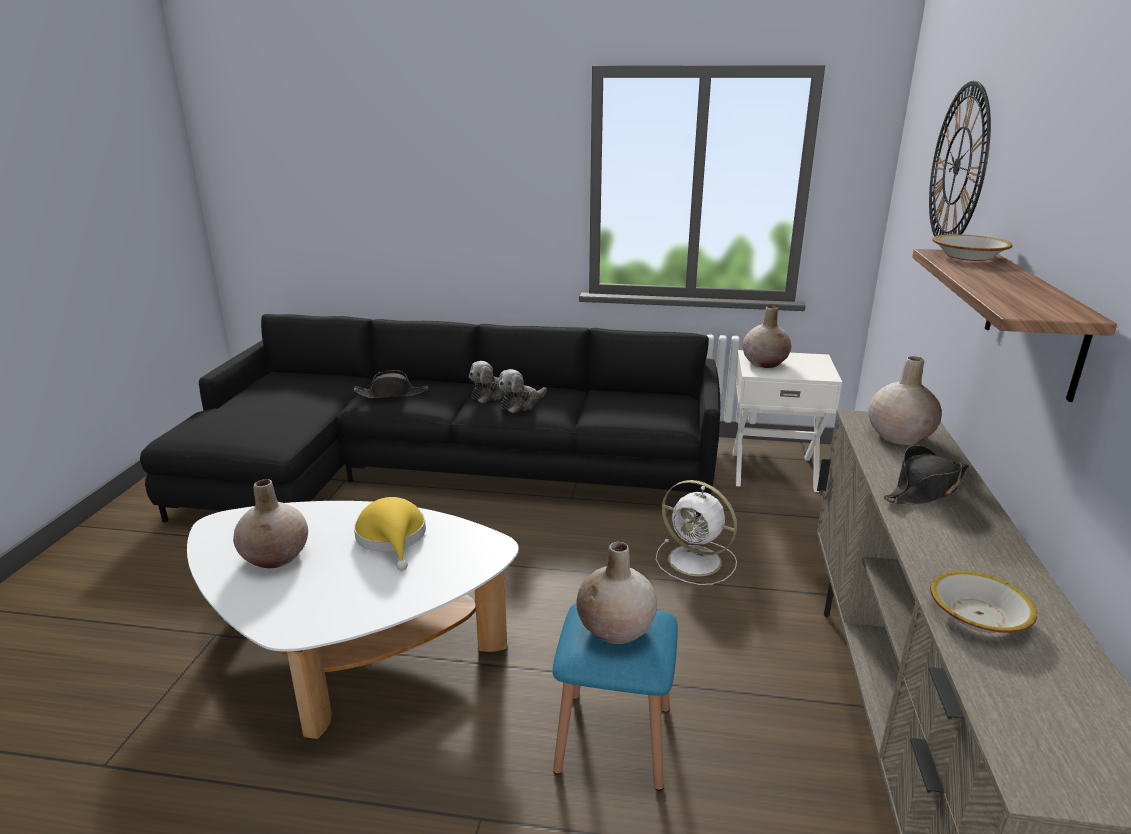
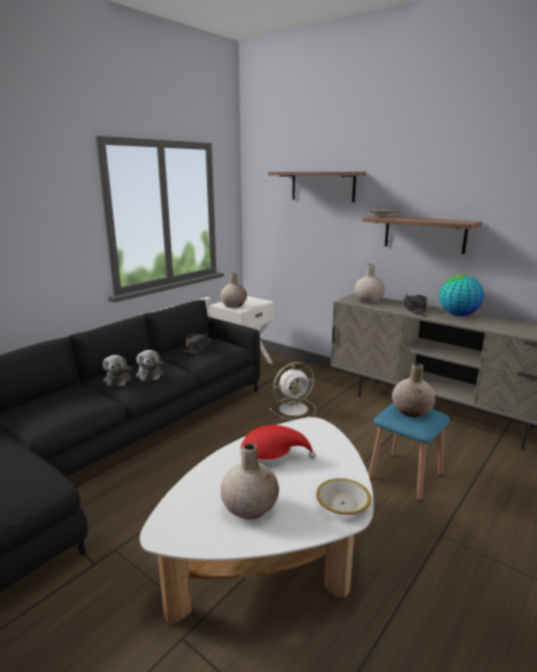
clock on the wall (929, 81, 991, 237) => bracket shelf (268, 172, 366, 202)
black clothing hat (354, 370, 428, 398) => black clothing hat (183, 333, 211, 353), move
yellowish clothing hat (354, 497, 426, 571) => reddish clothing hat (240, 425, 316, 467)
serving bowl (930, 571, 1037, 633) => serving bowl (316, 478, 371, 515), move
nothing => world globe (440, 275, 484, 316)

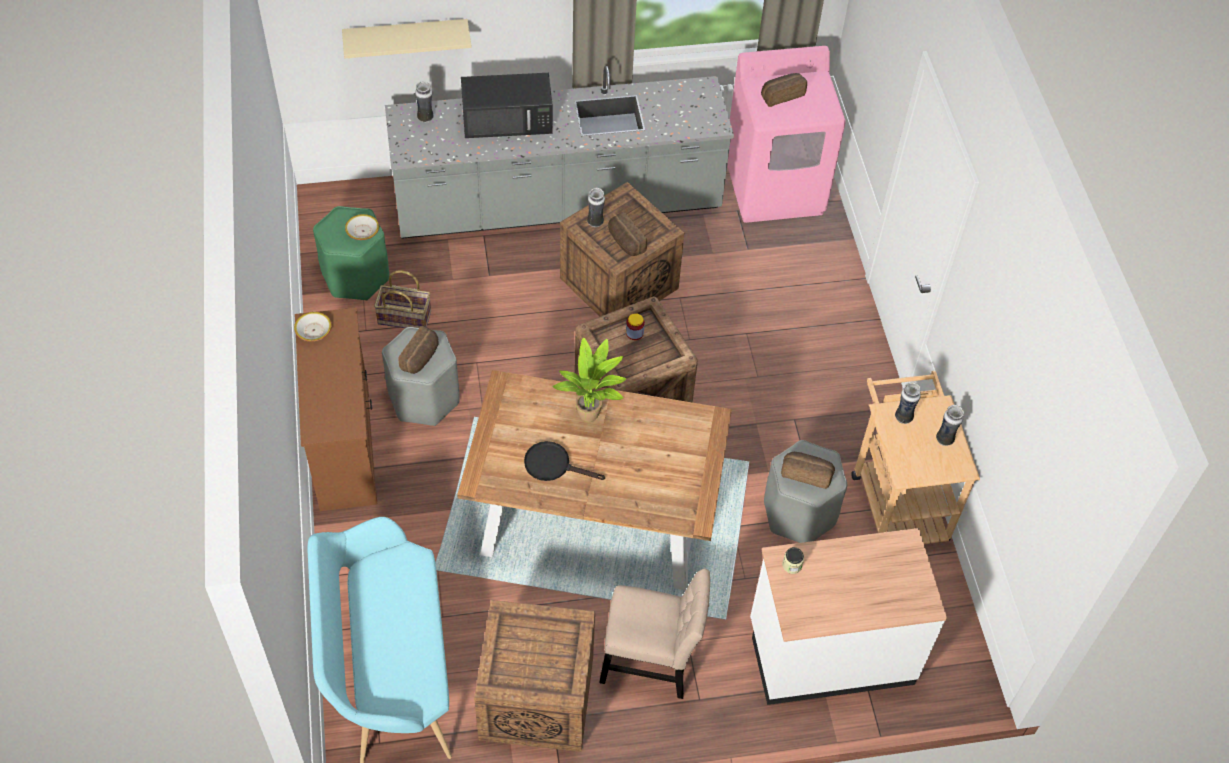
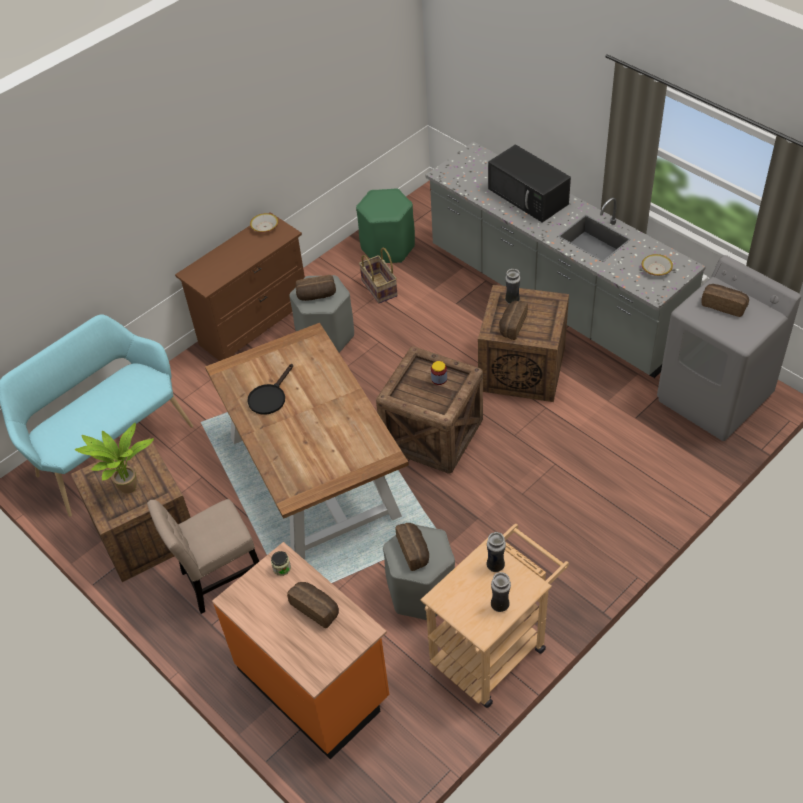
beige-coloured bracket shelf (342, 19, 472, 58) => nothing
pink-coloured laundry machine (727, 46, 846, 223) => gray laundry machine (657, 255, 801, 441)
decorative vase (415, 81, 434, 123) => nothing
serving bowl (345, 214, 379, 240) => serving bowl (642, 254, 673, 276), move
plant in a pot (552, 338, 627, 422) => plant in a pot (75, 423, 154, 494), move
black skillet (524, 441, 605, 481) => black skillet (247, 364, 293, 415), 135 degrees counterclockwise
white-coloured kitchen counter (750, 528, 947, 705) => orange-coloured kitchen counter (212, 542, 389, 759)
beige-coloured chair (599, 568, 710, 699) => beige-coloured chair (147, 499, 259, 614), 90 degrees clockwise
nothing => bread (287, 582, 339, 628)

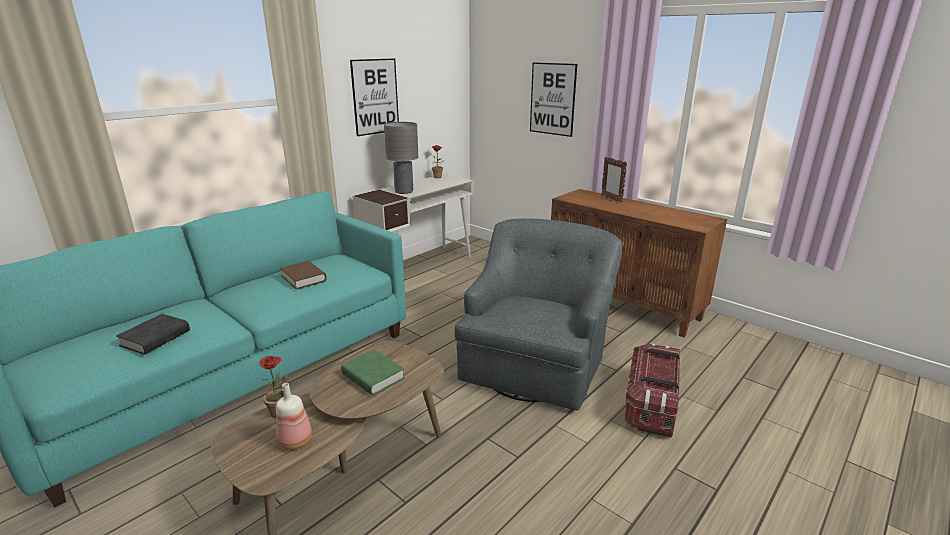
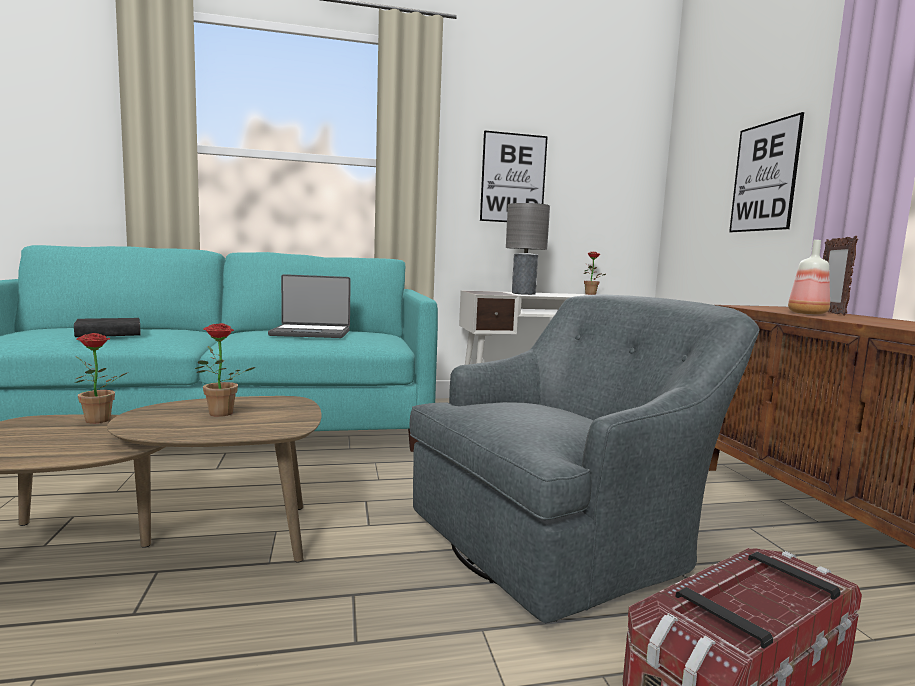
brown volume (280, 261, 327, 290) => laptop (268, 274, 351, 338)
green-coloured volume (341, 349, 405, 395) => plant in a pot (195, 323, 255, 417)
bottle (276, 383, 312, 450) => bottle (788, 240, 830, 315), move

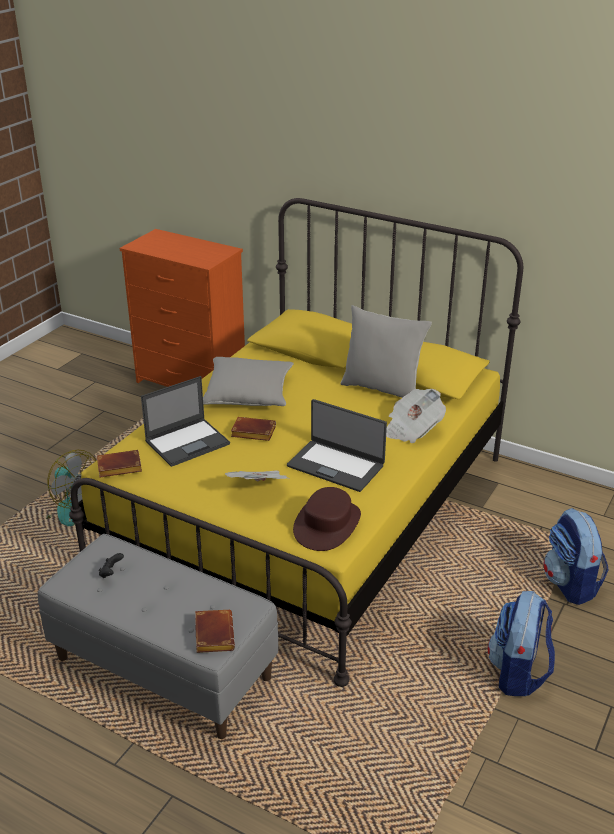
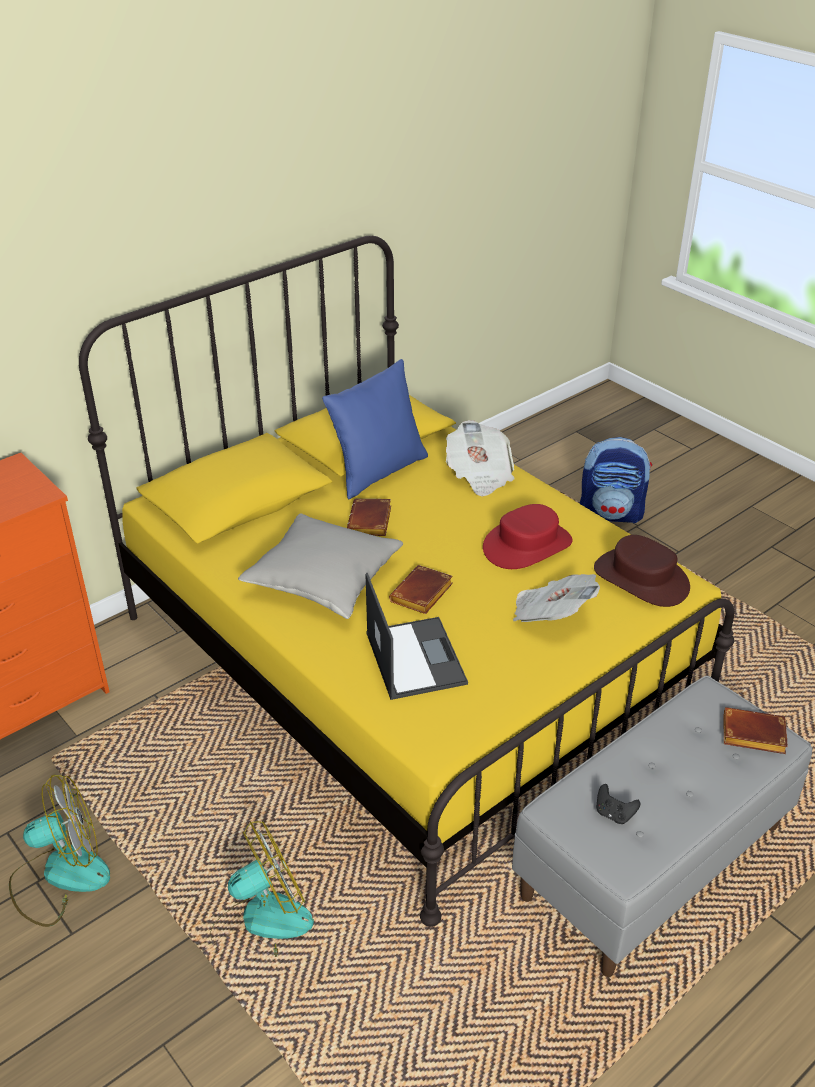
gray cushion (340, 305, 432, 398) => blue-coloured cushion (322, 359, 428, 499)
laptop (287, 399, 387, 492) => reddish clothing hat (483, 504, 573, 569)
brown volume (97, 450, 142, 478) => brown volume (347, 499, 391, 536), move
rucksack (488, 591, 555, 696) => nothing
nothing => fan (9, 775, 110, 927)

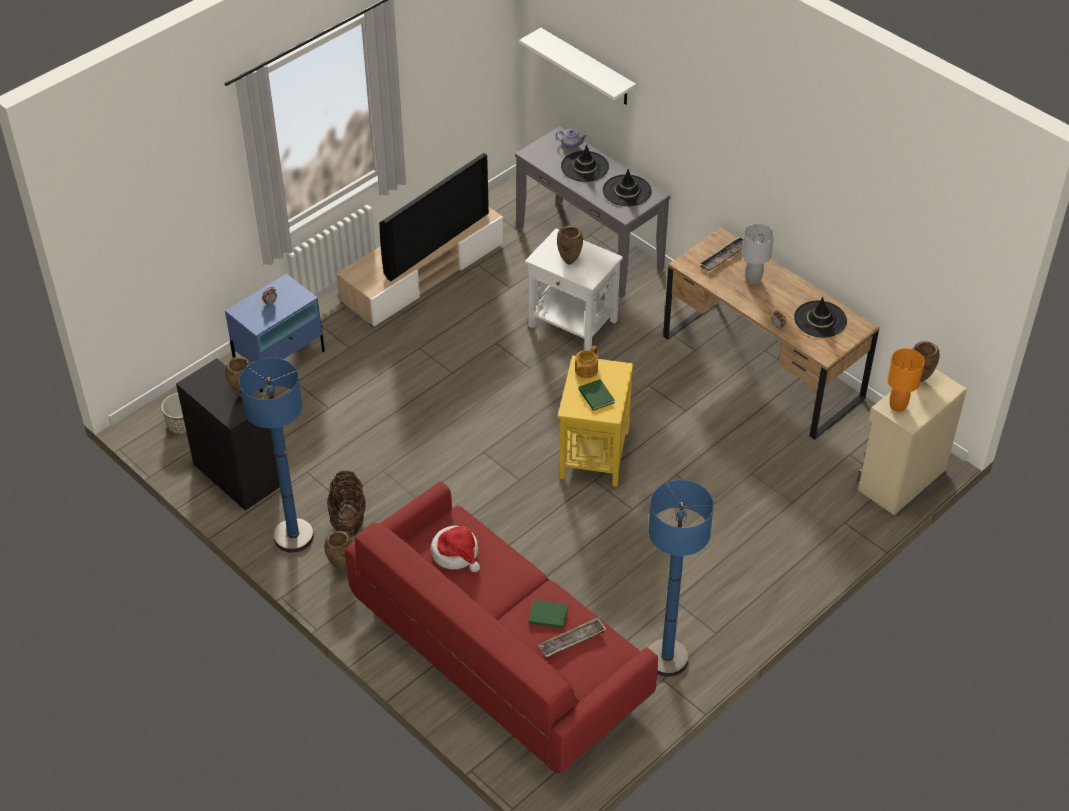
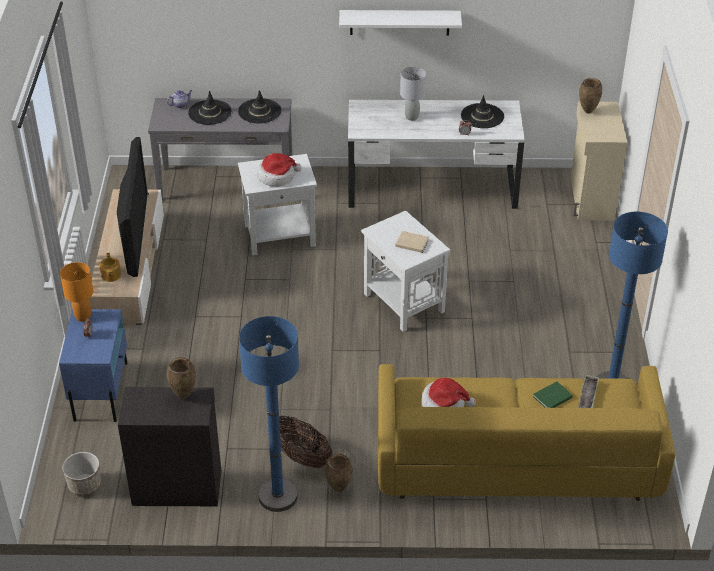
white-coloured bracket shelf (519, 28, 636, 104) => white-coloured bracket shelf (339, 10, 462, 35), move
brown decorative vase (557, 226, 583, 264) => clothing hat (257, 153, 301, 187)
brown desk (663, 227, 880, 440) => white-coloured desk (348, 100, 525, 209)
carrying tray (699, 236, 743, 271) => nothing
teapot (575, 346, 598, 378) => teapot (99, 253, 121, 282), move
orange-coloured table lamp (887, 348, 925, 412) => orange-coloured table lamp (60, 262, 94, 322), move
yellowish side table (558, 355, 633, 487) => white-coloured side table (361, 211, 450, 332)
green-coloured volume (578, 379, 615, 411) => beige-coloured volume (395, 231, 429, 253)
reddish couch (345, 481, 658, 773) => yellowish couch (378, 364, 675, 501)

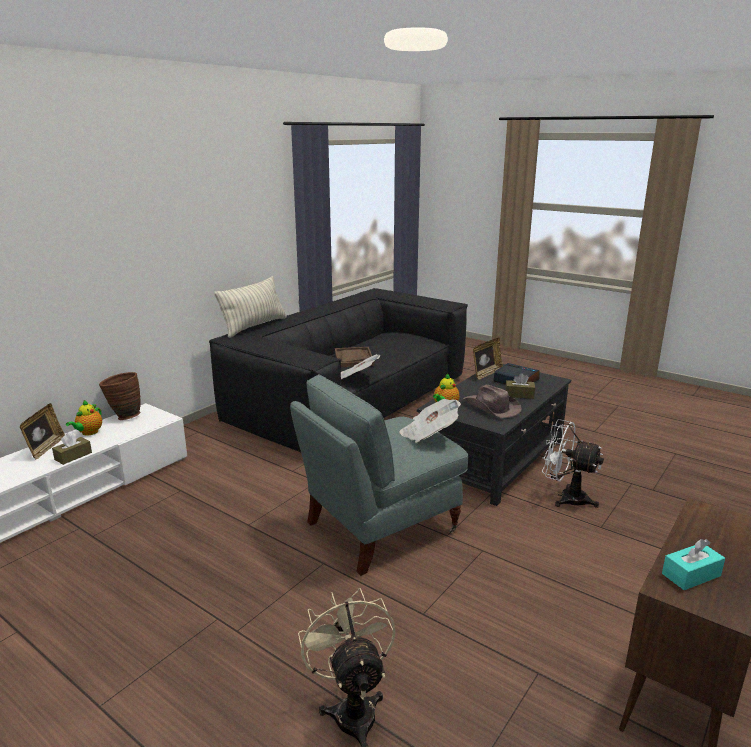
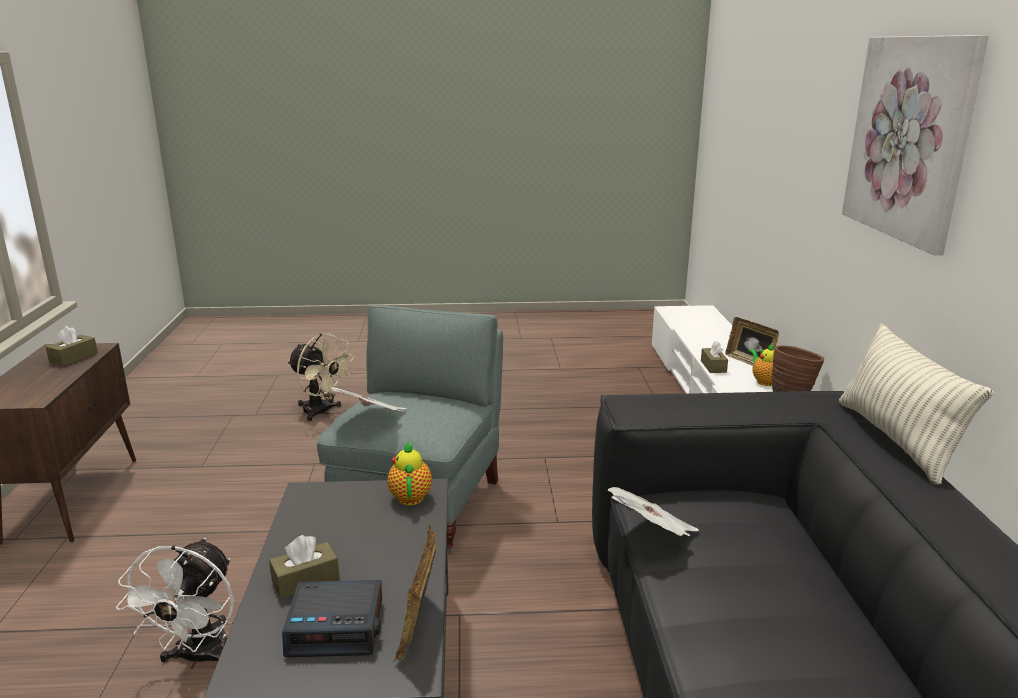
brown carrying tray (335, 347, 375, 367) => nothing
brown clothing hat (463, 385, 522, 418) => nothing
white-coloured fan (542, 419, 604, 508) => white-coloured fan (116, 538, 234, 669), 105 degrees clockwise
turquoise-coloured box of tissues (662, 539, 725, 590) => brown box of tissues (46, 326, 98, 366)
nothing => picture (842, 35, 989, 255)

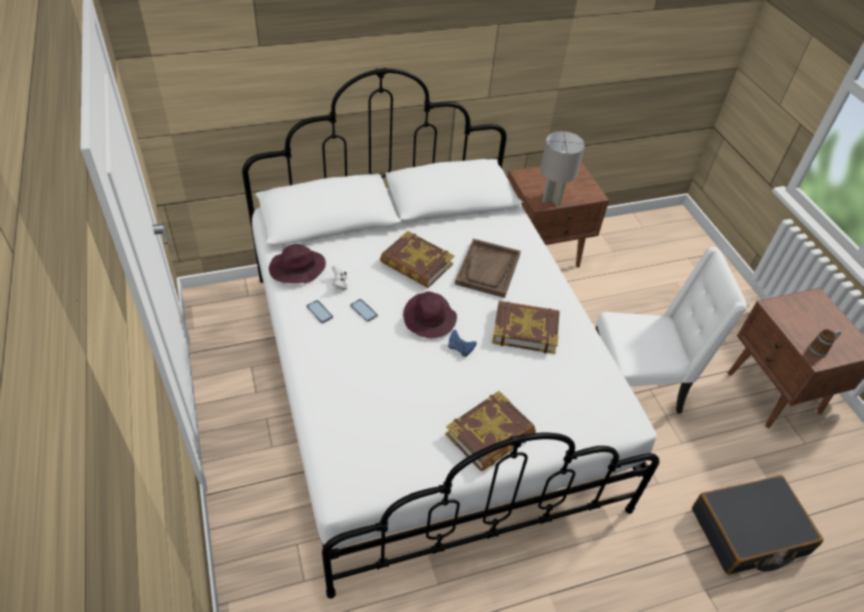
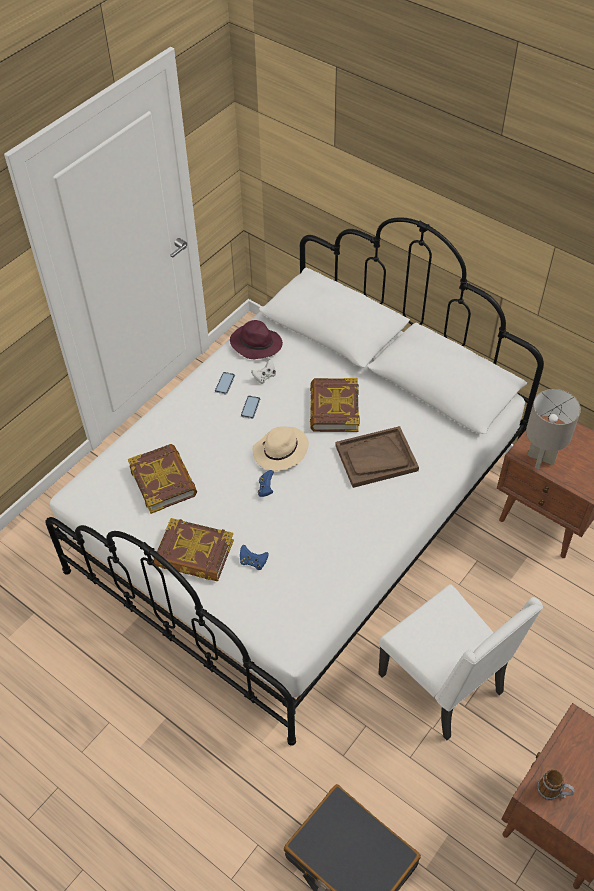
purple-coloured clothing hat (403, 291, 457, 338) => beige-coloured clothing hat (253, 426, 309, 471)
volume (492, 301, 560, 354) => volume (128, 444, 197, 514), move
nothing => blue-coloured gamepad (240, 545, 269, 570)

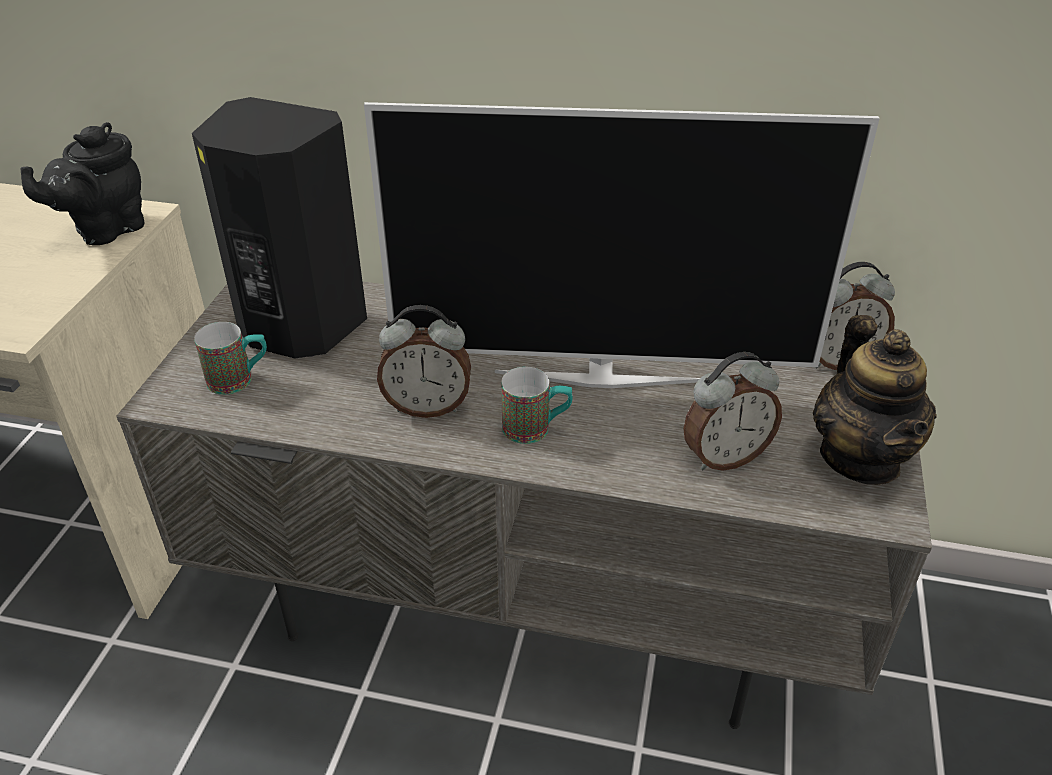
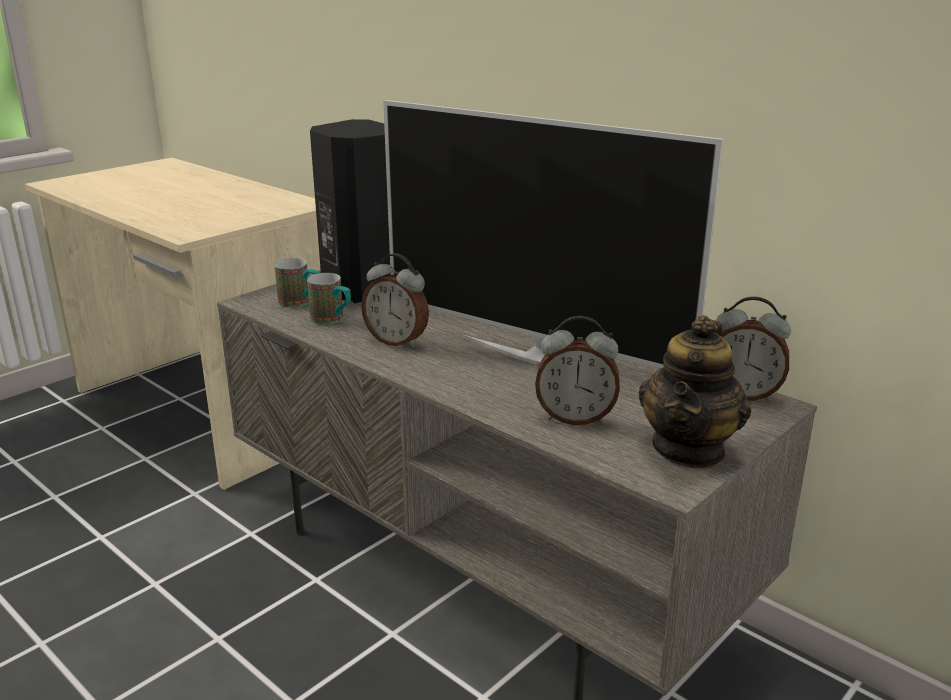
black teapot (20, 122, 145, 245) => nothing
coffee mug (501, 367, 573, 444) => coffee mug (307, 273, 351, 325), move

